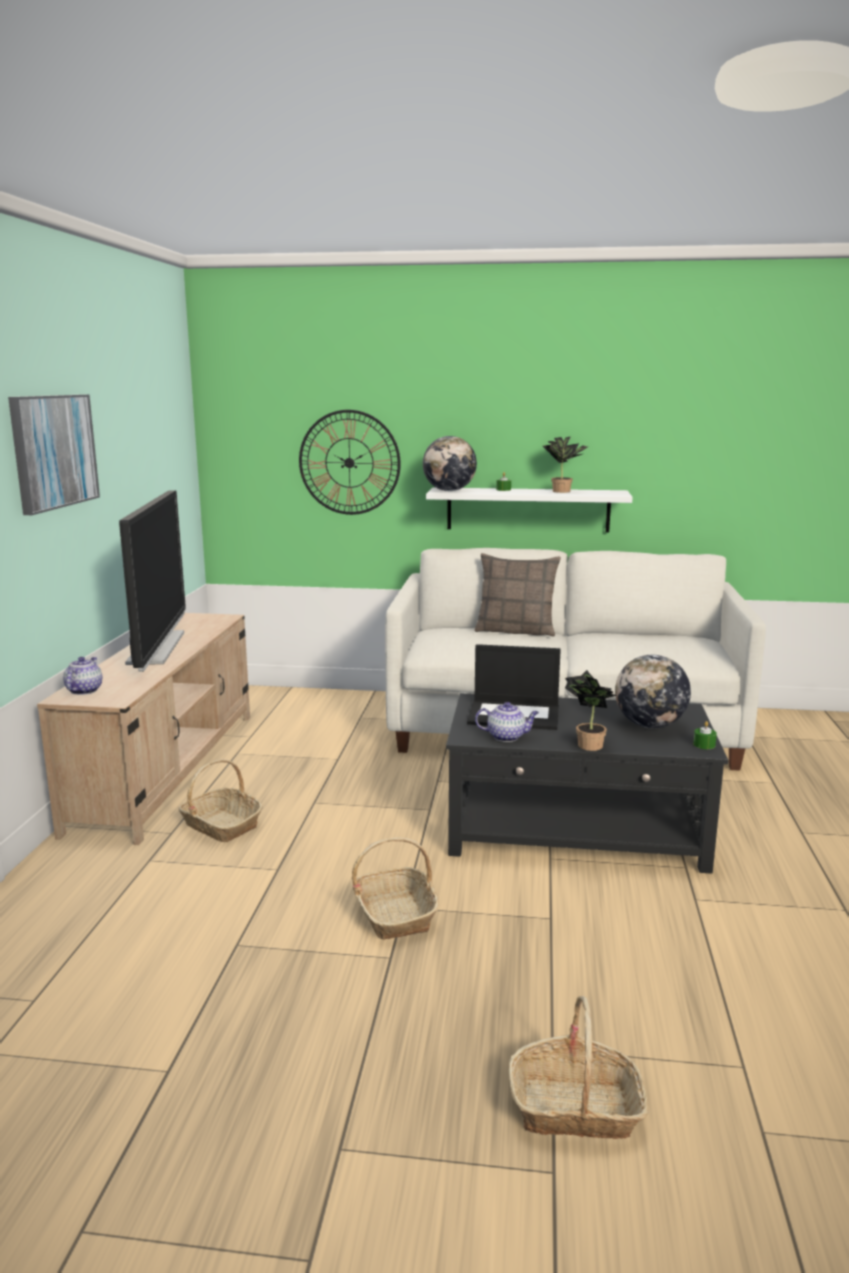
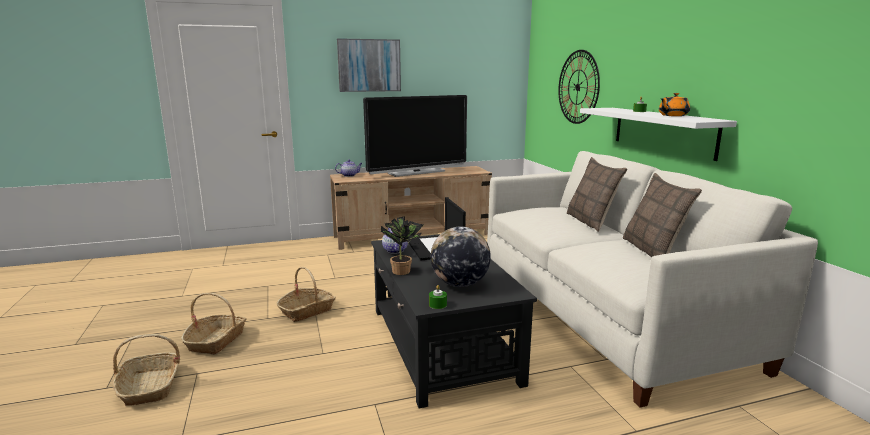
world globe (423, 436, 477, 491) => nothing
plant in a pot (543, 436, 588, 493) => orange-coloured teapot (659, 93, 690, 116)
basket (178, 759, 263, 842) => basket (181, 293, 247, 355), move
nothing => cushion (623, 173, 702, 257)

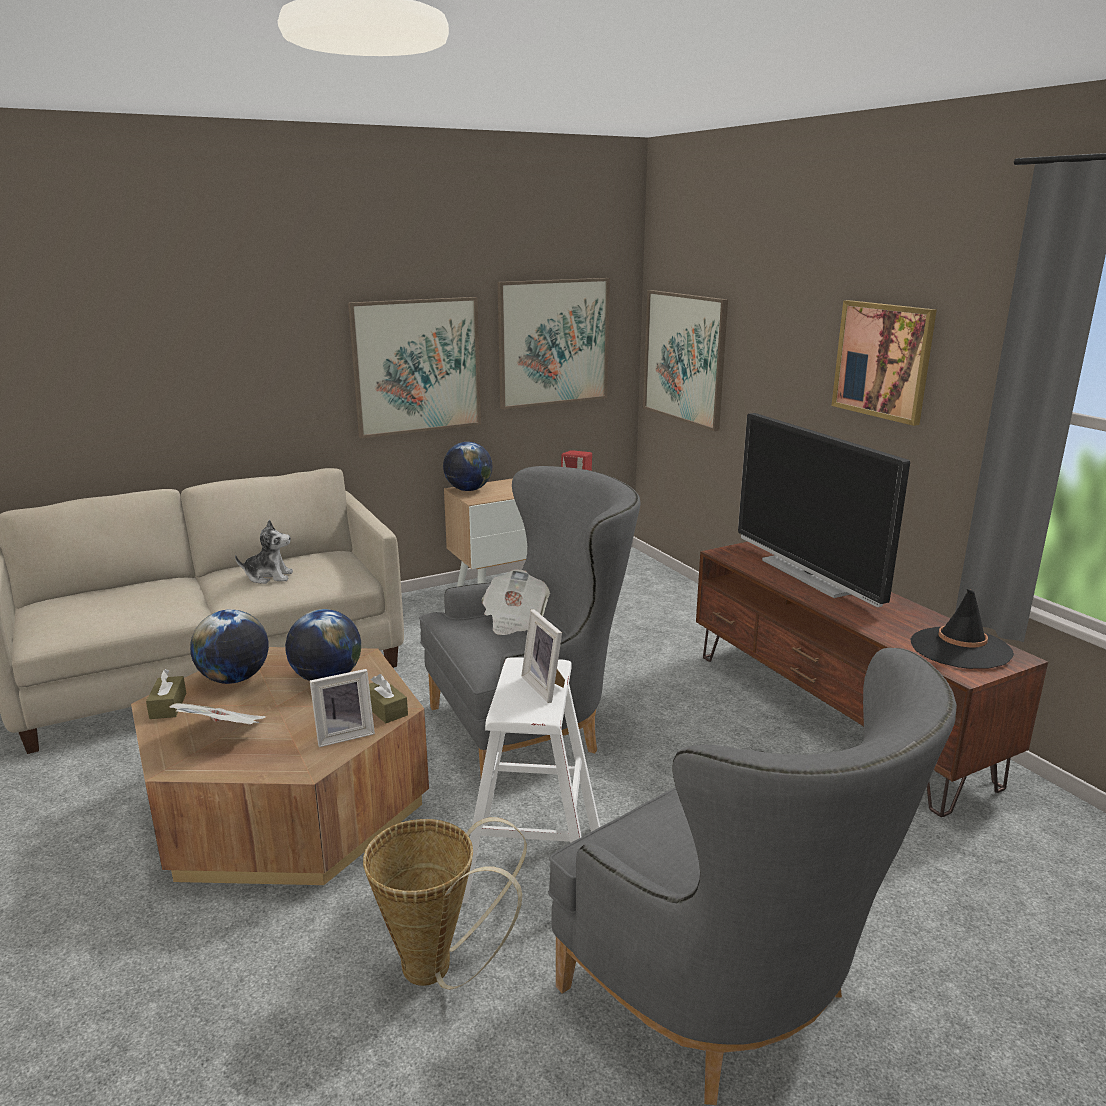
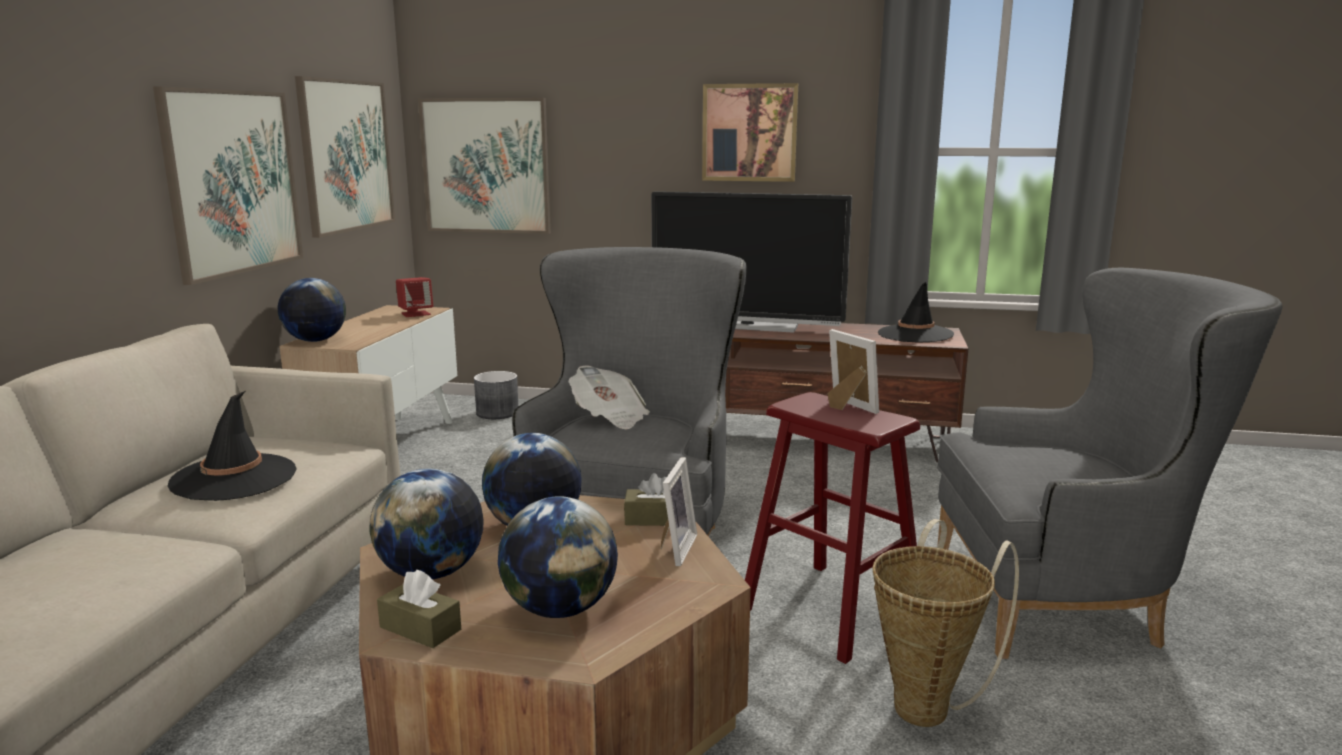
soft toy (235, 520, 293, 584) => black clothing hat (168, 391, 297, 501)
photo frame (521, 609, 565, 703) => photo frame (827, 329, 879, 414), 135 degrees counterclockwise
white-coloured stool seat (462, 657, 600, 904) => reddish stool seat (745, 392, 920, 664)
printed paper (170, 703, 266, 725) => world globe (498, 496, 618, 618)
nothing => gray plant pot (474, 371, 518, 419)

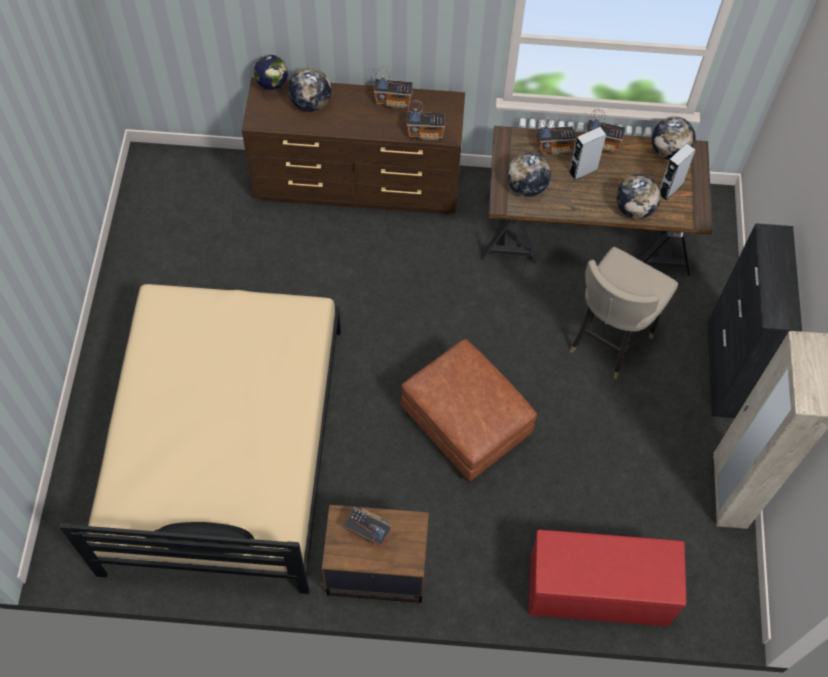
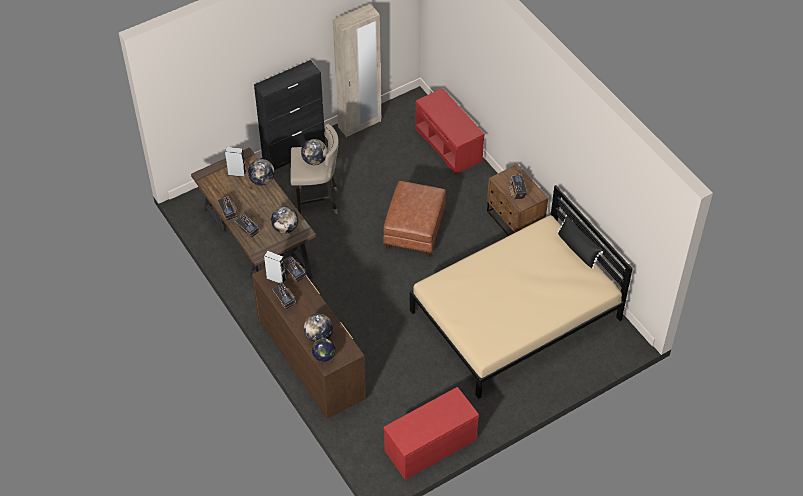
world globe (652, 117, 696, 160) => world globe (301, 139, 327, 165), move
gray speaker (569, 127, 606, 181) => gray speaker (264, 251, 286, 284), move
nothing => reddish bench (384, 387, 479, 480)

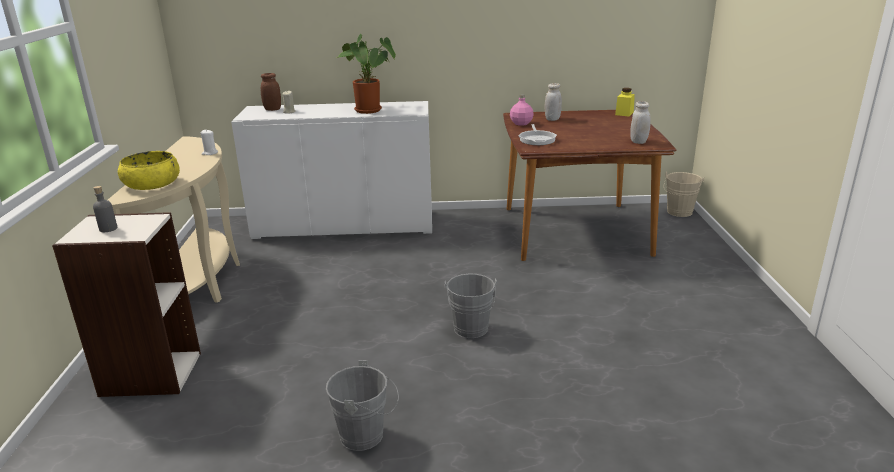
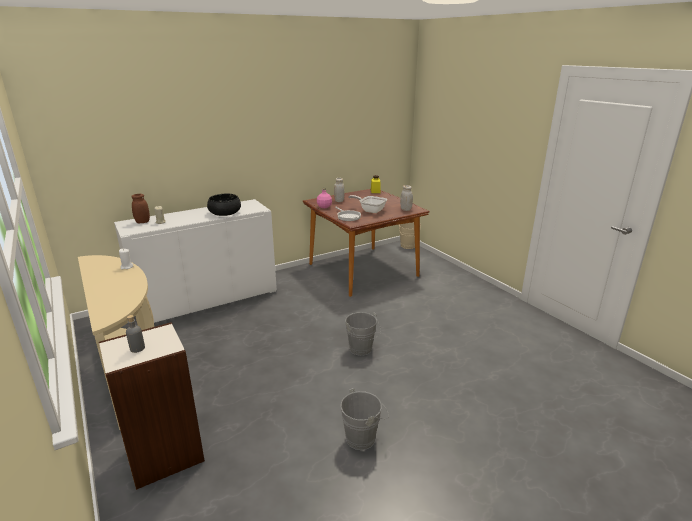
plant in a pot (336, 34, 396, 114) => black serving bowl (207, 194, 241, 216)
yellowish serving bowl (118, 151, 180, 190) => nothing
nothing => skillet (348, 195, 387, 213)

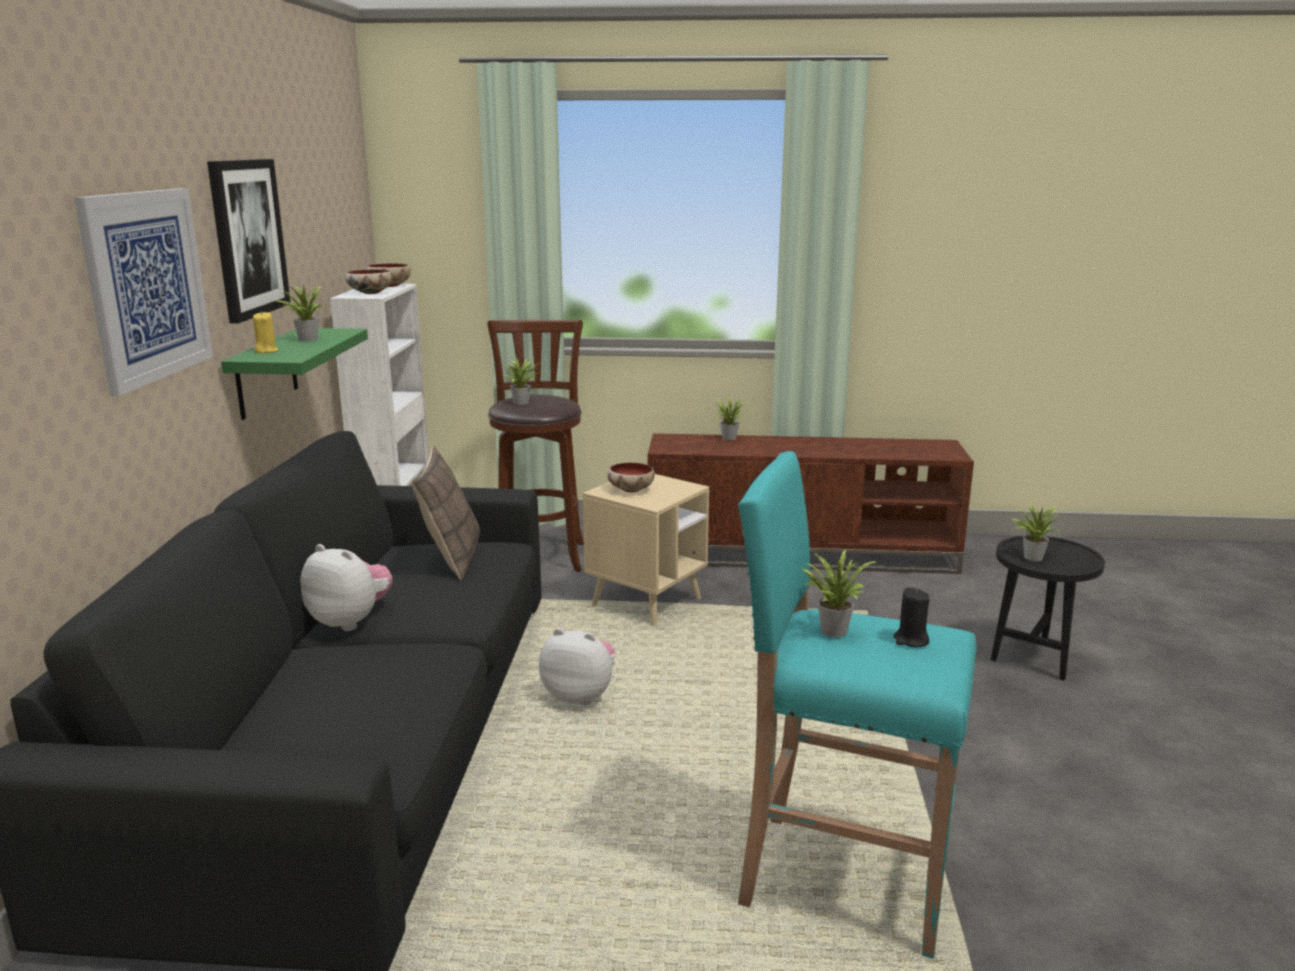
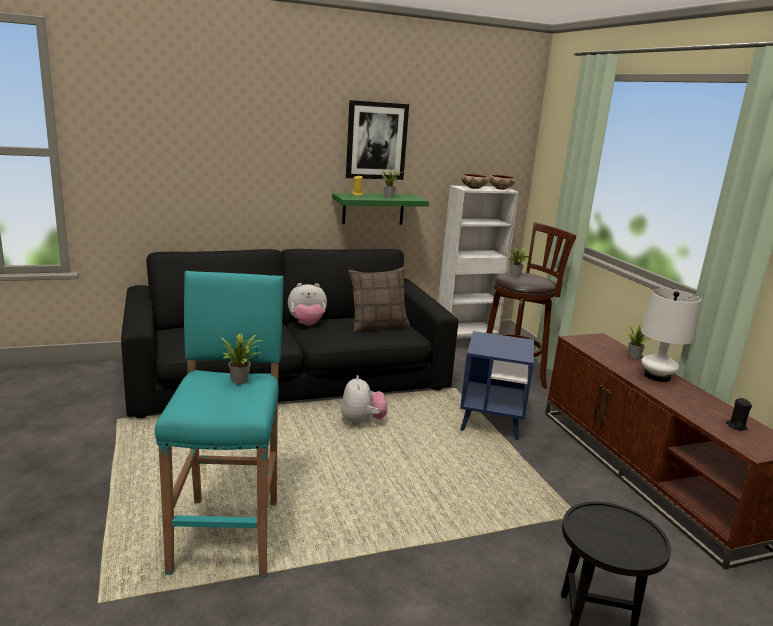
picture (74, 188, 213, 396) => nothing
serving bowl (607, 462, 655, 492) => nothing
beige-coloured side table (583, 474, 709, 626) => blue-coloured side table (460, 331, 534, 441)
plant in a pot (1010, 502, 1060, 561) => nothing
soft toy (300, 544, 393, 631) => soft toy (288, 283, 327, 326), 75 degrees clockwise
black wax light (894, 588, 930, 647) => black wax light (726, 398, 752, 431), move
nothing => white-coloured table lamp (641, 288, 701, 382)

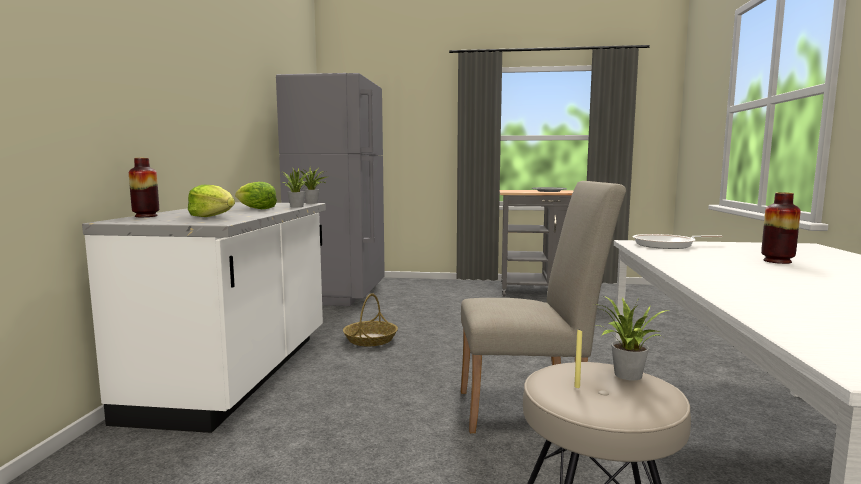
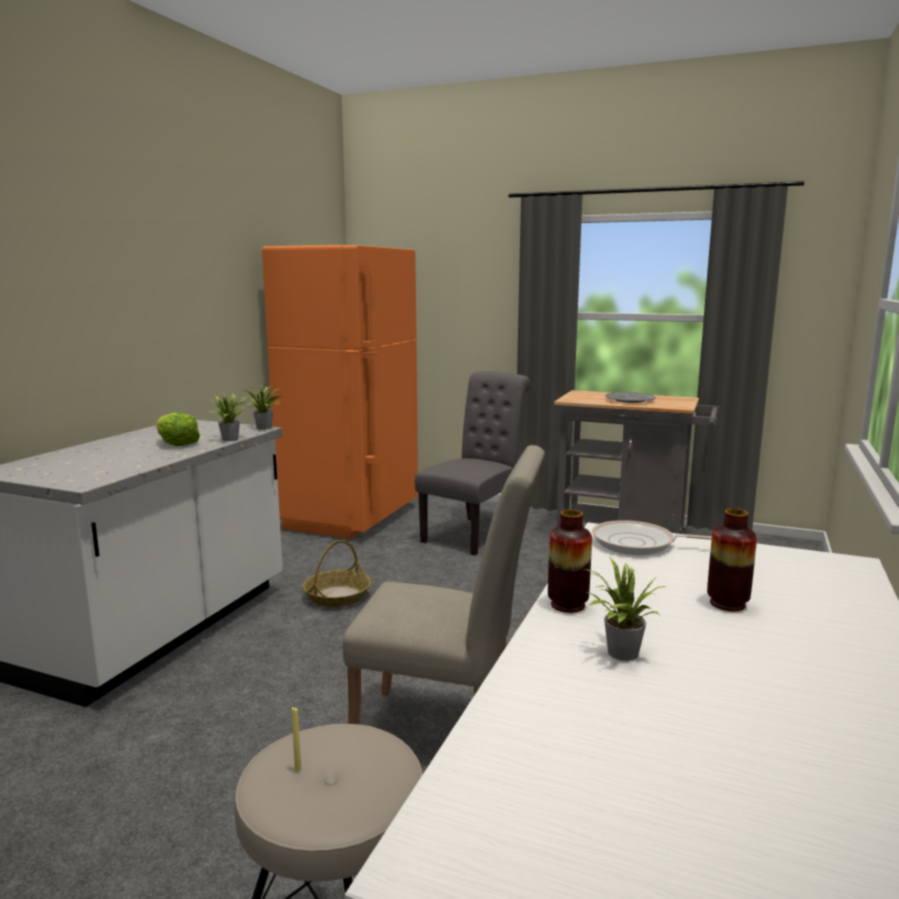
gray refrigerator (276, 73, 385, 306) => orange-coloured refrigerator (262, 245, 418, 539)
decorative vase (129, 158, 159, 217) => decorative vase (548, 509, 592, 613), move
lettuce head (188, 185, 235, 217) => nothing
plant in a pot (594, 296, 668, 381) => plant in a pot (584, 557, 667, 661), move
nothing => gray chair (415, 371, 531, 556)

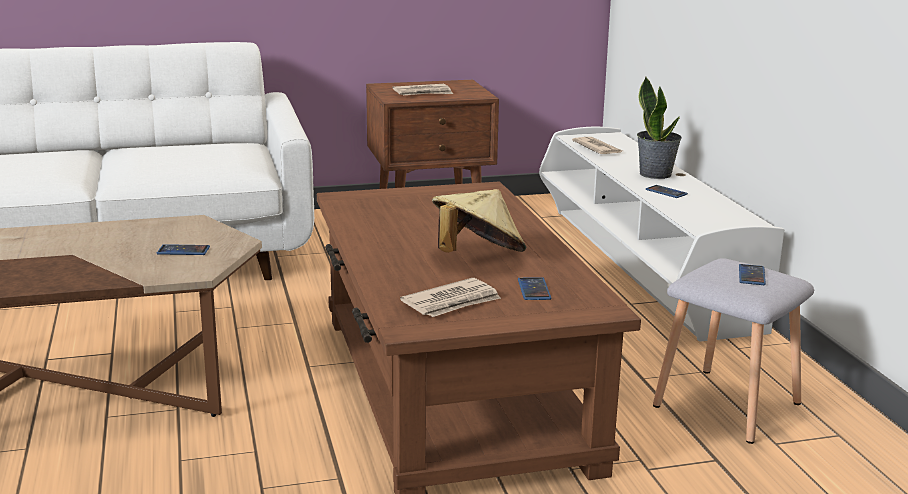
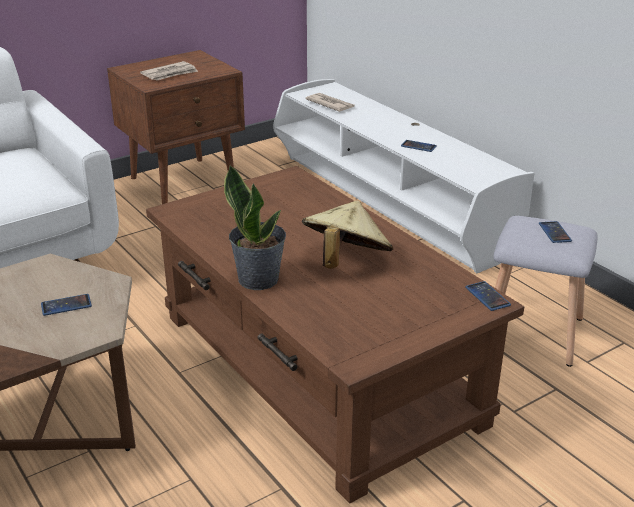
plant in a pot (637, 77, 682, 179) => plant in a pot (224, 165, 286, 290), move
telephone (518, 277, 551, 300) => telephone (465, 281, 511, 311), move
printed paper (400, 278, 501, 317) => nothing

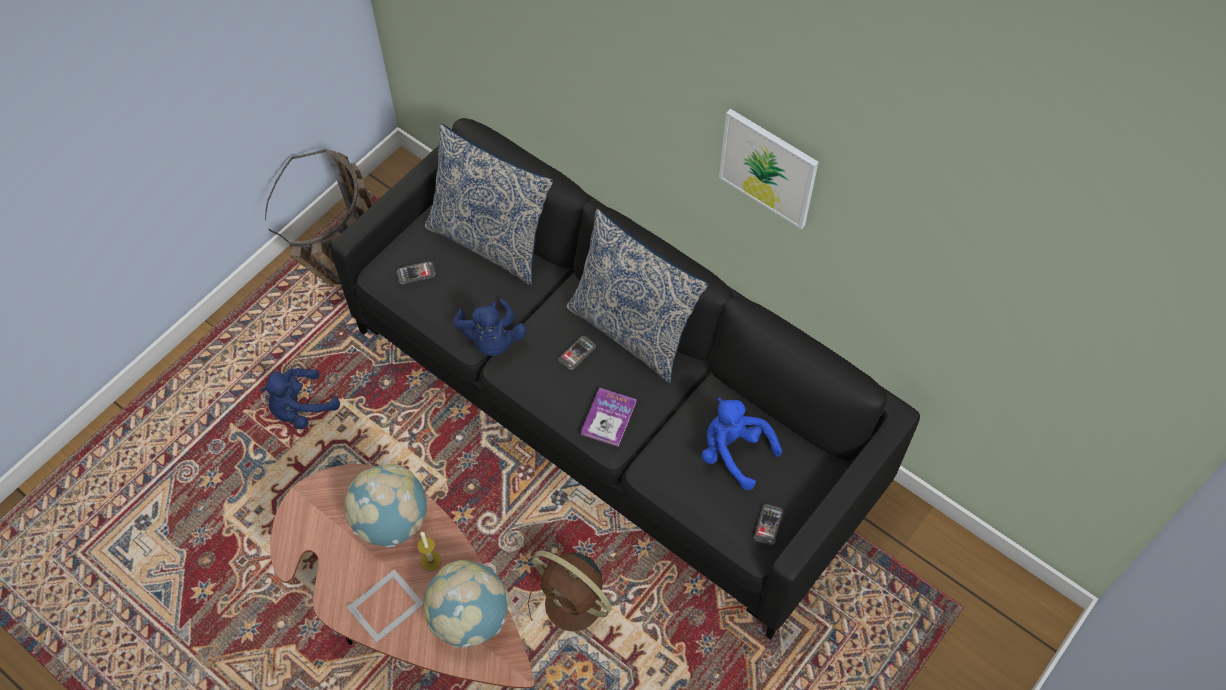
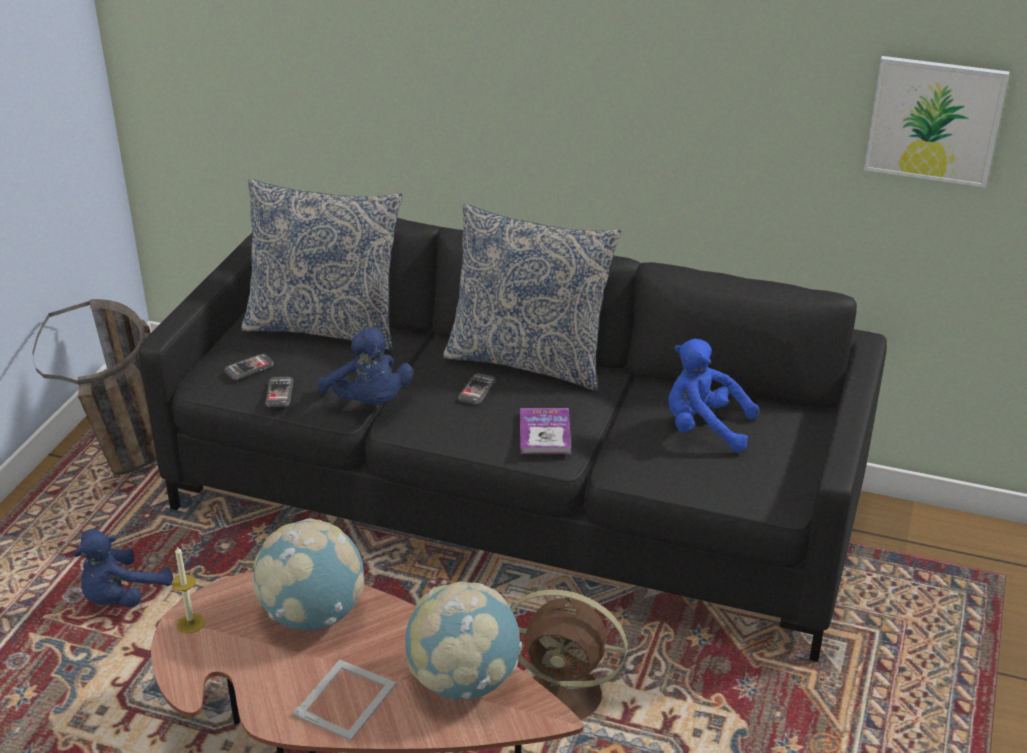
picture (719, 109, 818, 229) => picture (864, 56, 1009, 188), move
telephone (754, 504, 783, 545) => telephone (265, 377, 294, 407), move
wax light (417, 532, 441, 571) => wax light (172, 546, 205, 633), move

